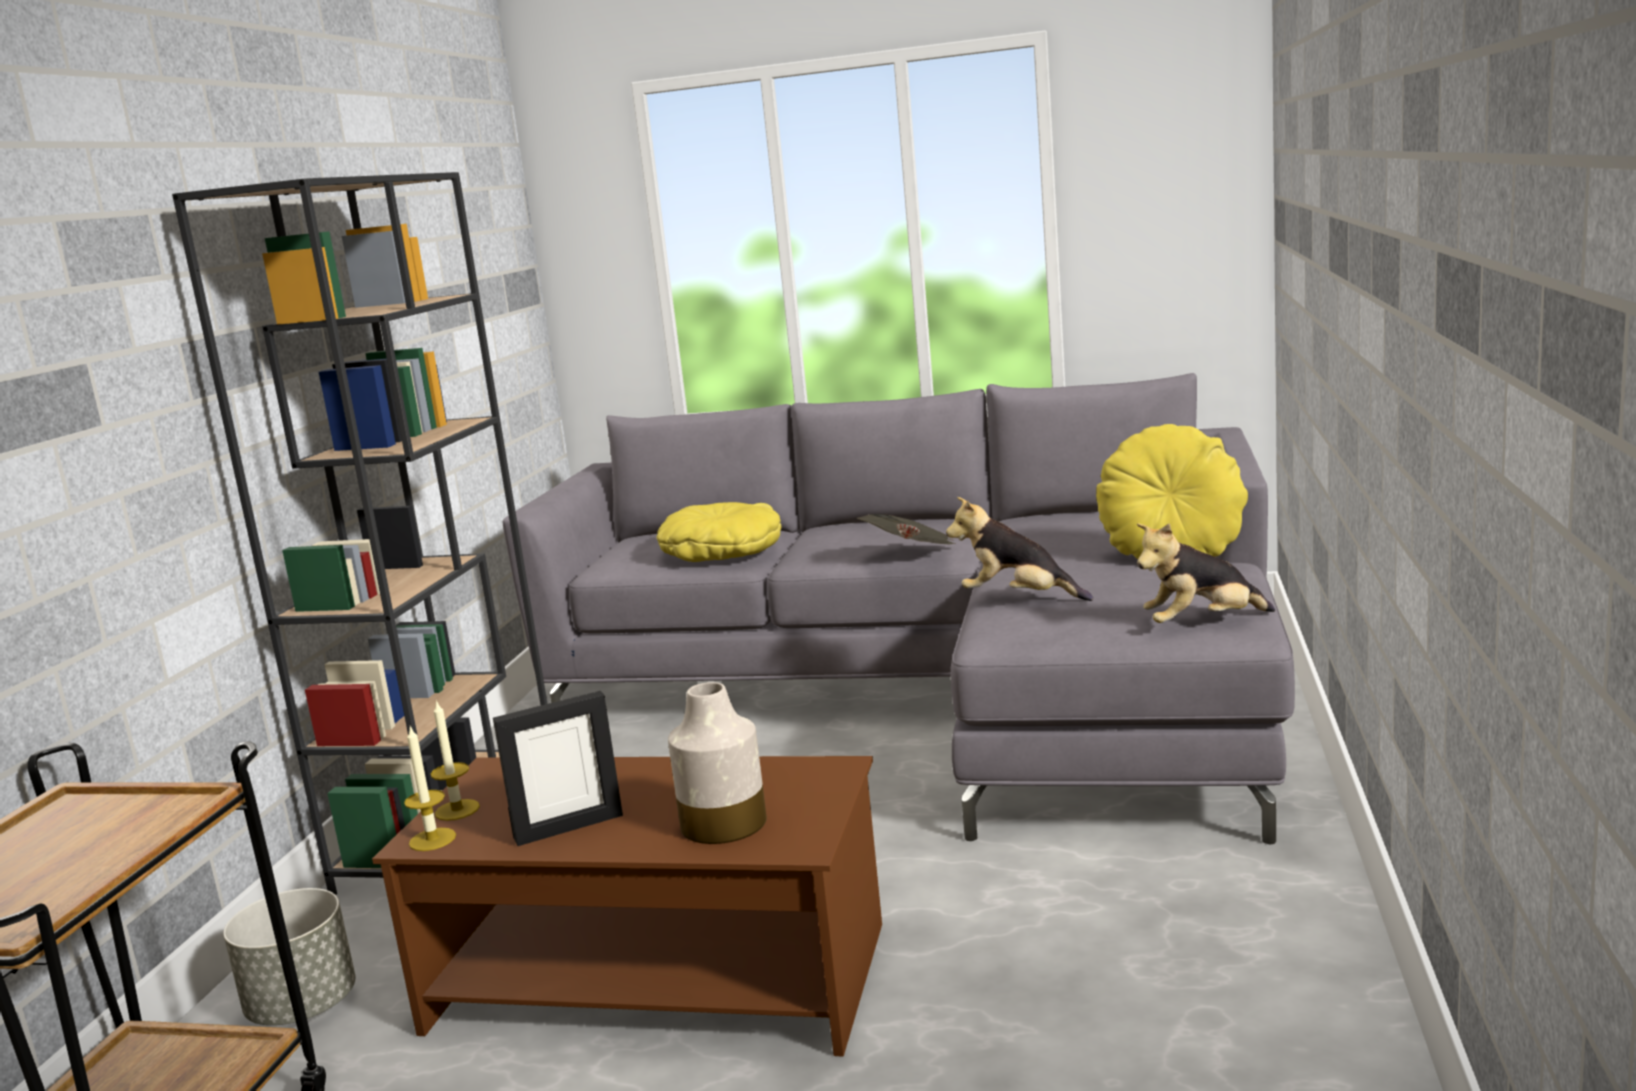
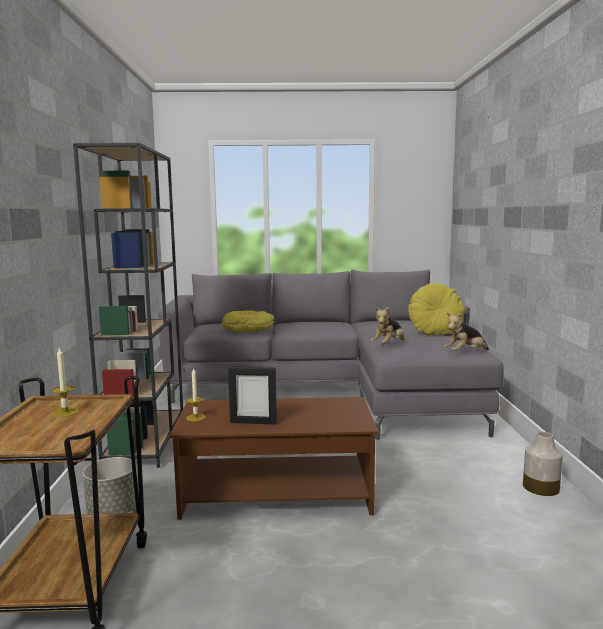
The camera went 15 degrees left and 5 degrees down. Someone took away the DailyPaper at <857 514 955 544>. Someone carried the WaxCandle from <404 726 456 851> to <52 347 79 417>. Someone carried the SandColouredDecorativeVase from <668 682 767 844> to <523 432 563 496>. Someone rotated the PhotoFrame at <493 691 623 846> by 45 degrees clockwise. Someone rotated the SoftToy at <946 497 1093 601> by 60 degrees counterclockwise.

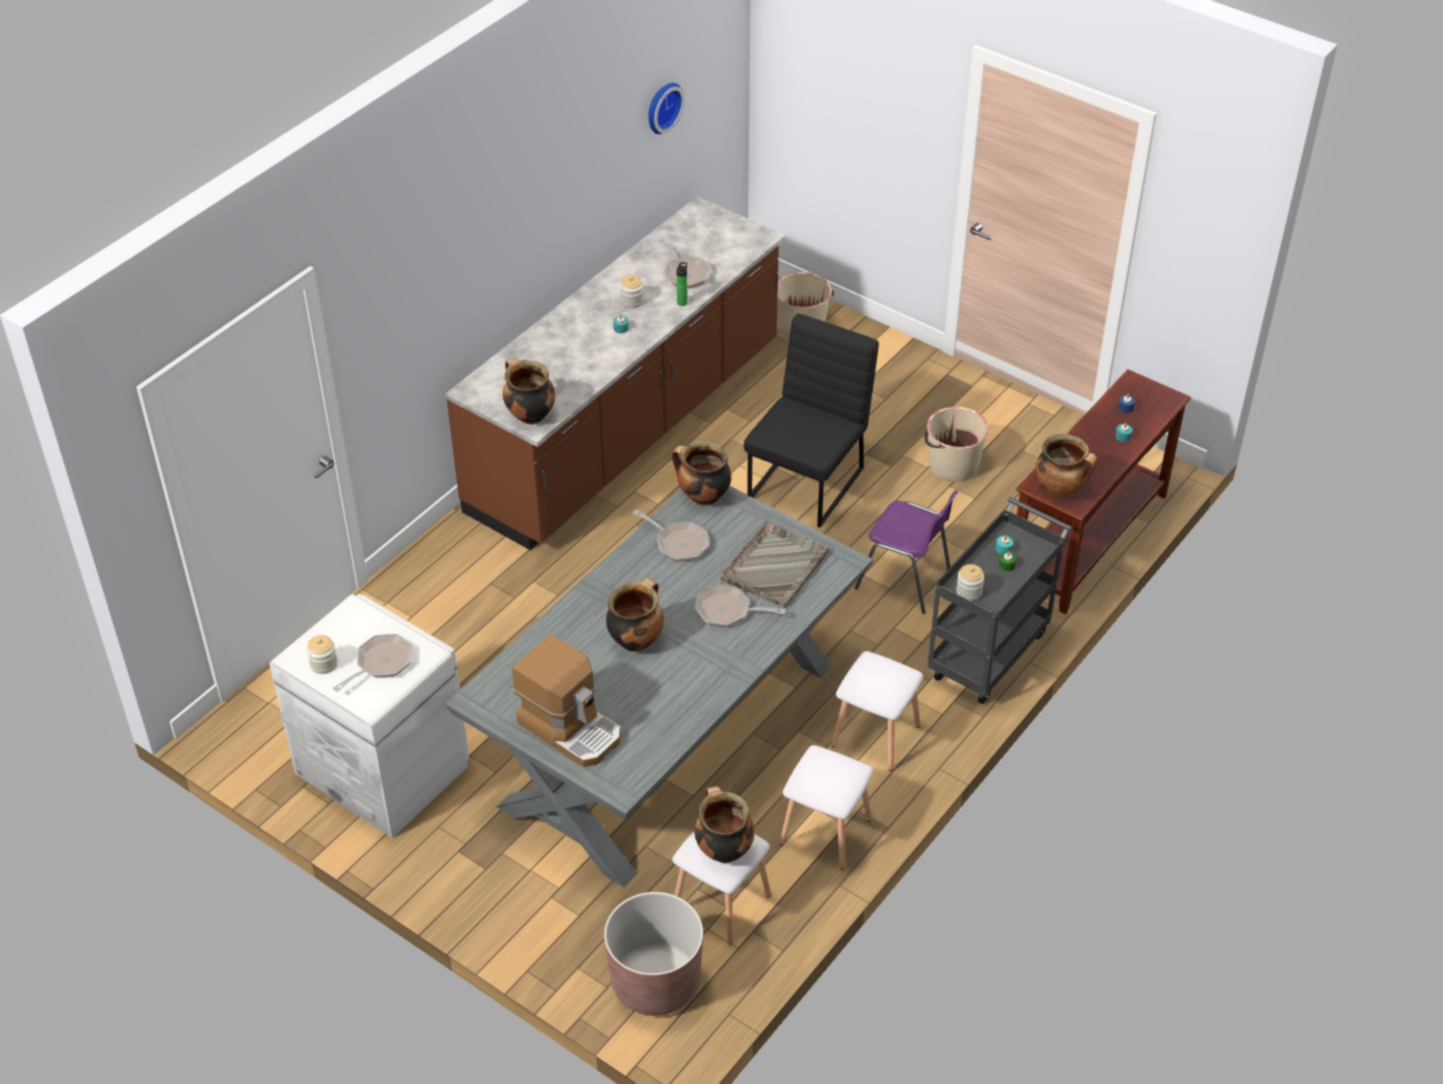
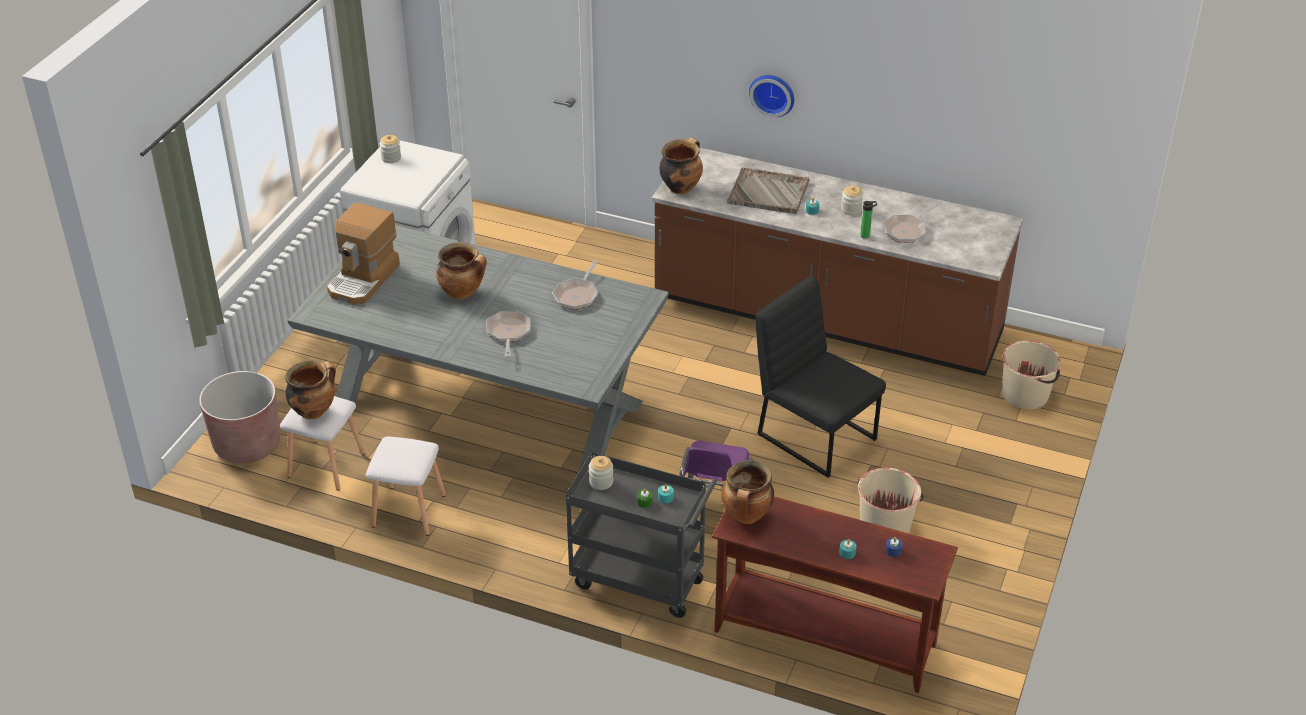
The camera went 75 degrees right and 5 degrees down. Someone took away the FryingPan at <333 634 412 692>. Someone took away the Saucepot at <671 441 732 505>. Someone took away the WhitishStoolSeat at <831 651 923 771>. Someone carried the HangingClock from <648 83 685 134> to <749 75 794 117>. Someone carried the GreyServingTray from <721 521 829 608> to <727 168 810 214>. Someone rotated the BlackChair at <744 314 879 527> by 150 degrees counterclockwise.

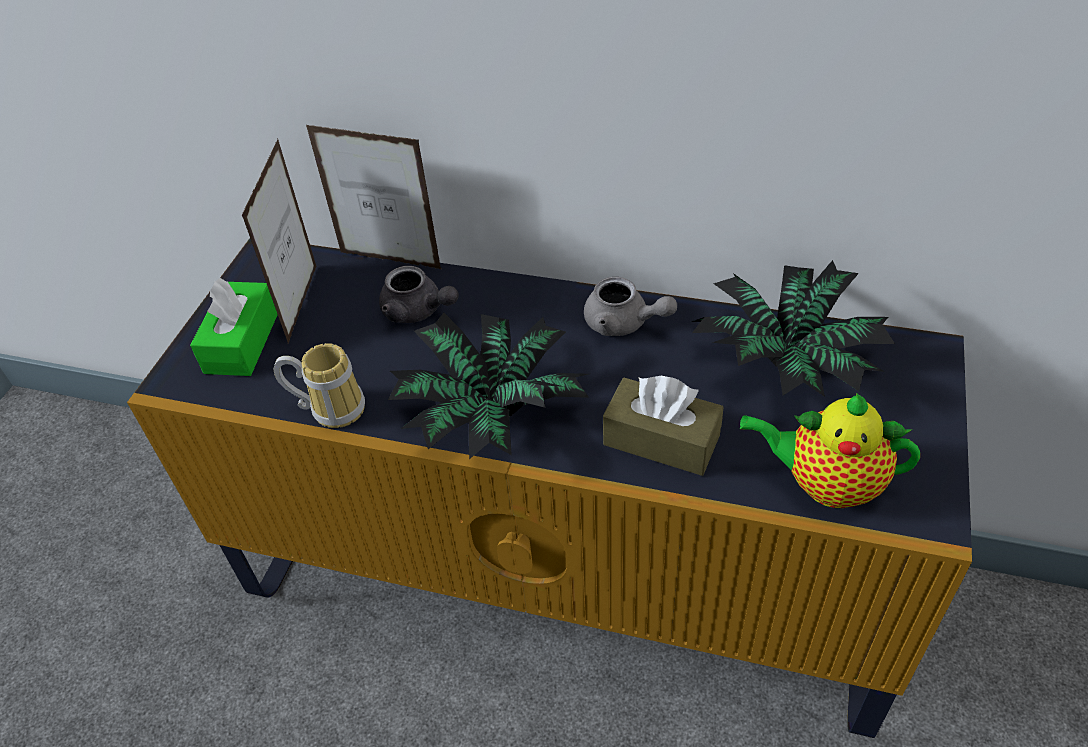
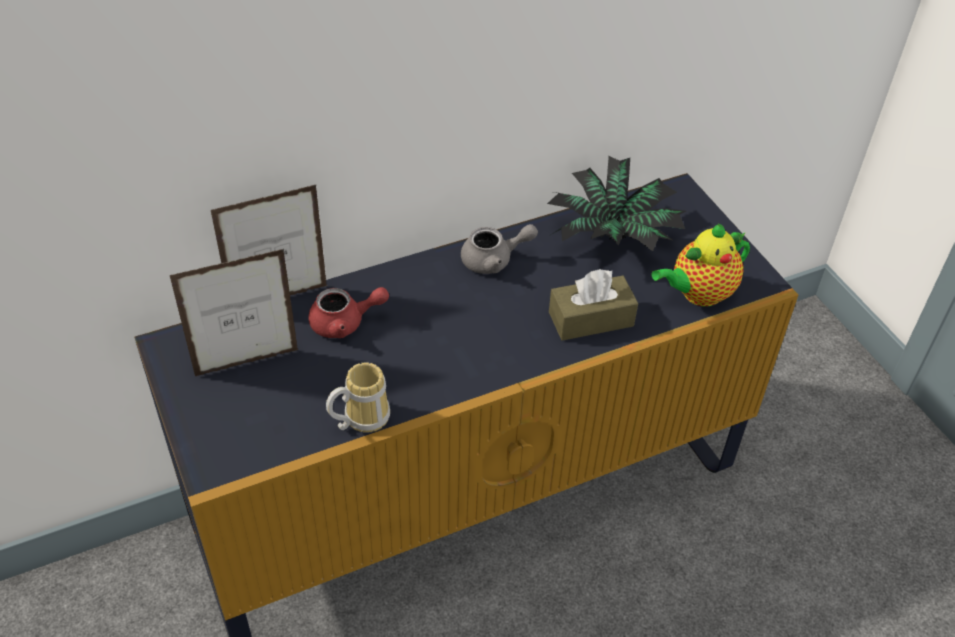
The camera went 45 degrees left and 0 degrees up. Someone took away the GreenishBoxOfTissues at <190 278 278 376>. Someone took away the PottedPlant at <388 313 589 459>. Someone repainted the GreyPotForTea at <379 266 459 323>, which became the ReddishPotForTea at <308 287 389 338>. Someone rotated the PhotoFrame at <242 139 316 343> by 75 degrees counterclockwise.

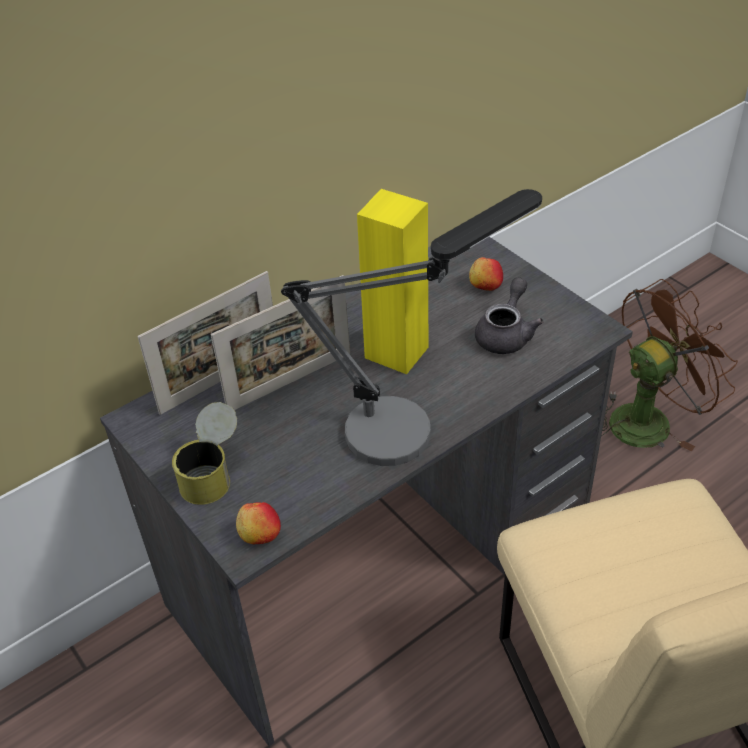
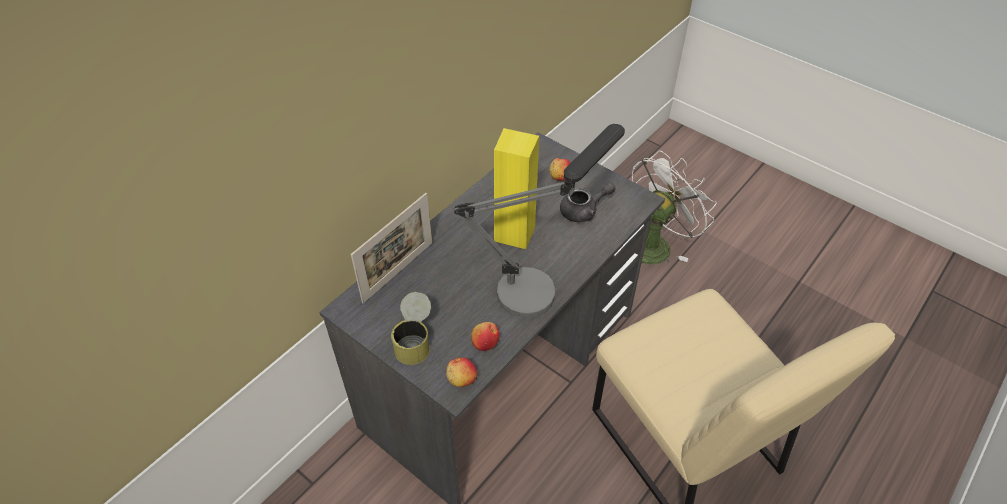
The camera went 15 degrees left and 5 degrees up. Someone took away the PhotoFrame at <211 275 350 410>. Someone put down the WholeApple at <471 322 499 351>. Someone repainted the BrownColouredElectricFan at <601 279 738 451>, which became the WhitishElectricFan at <632 151 717 264>. Someone rotated the GreyPotForTea at <475 277 544 354> by 60 degrees clockwise.

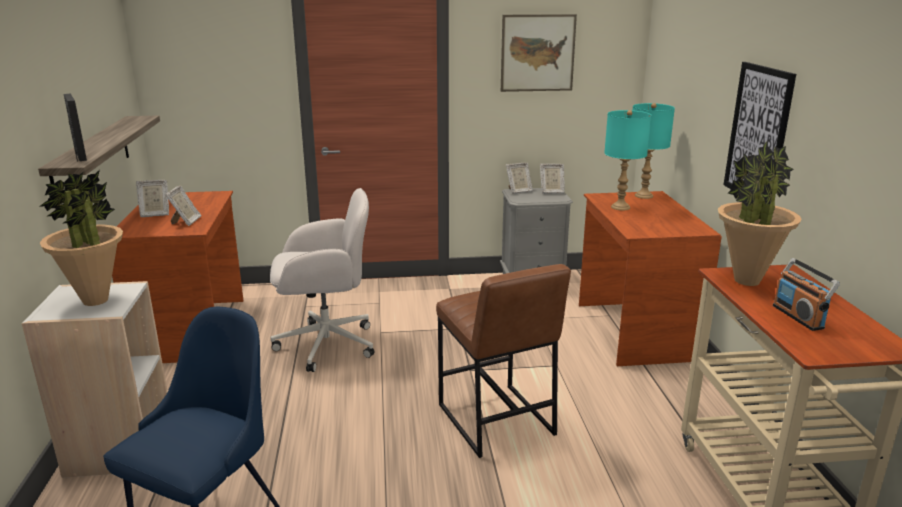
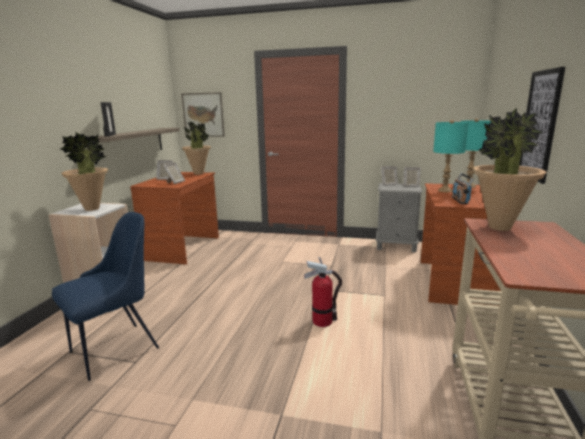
The camera went 20 degrees right and 5 degrees down. Someone took away the WhitishOfficeChair at <270 188 375 372>. Someone put down the PottedPlant at <182 120 211 175>. Someone carried the WallPicture from <501 14 577 92> to <181 92 225 137>. Someone carried the RadioSet from <773 258 840 331> to <452 173 474 204>. Someone swapped the BrownColouredChair at <436 264 571 458> for the Extinguisher at <304 257 342 327>.

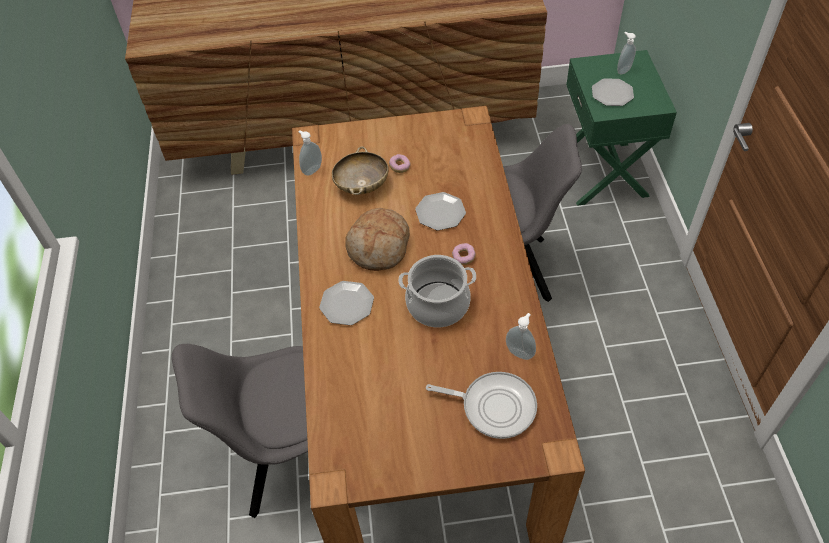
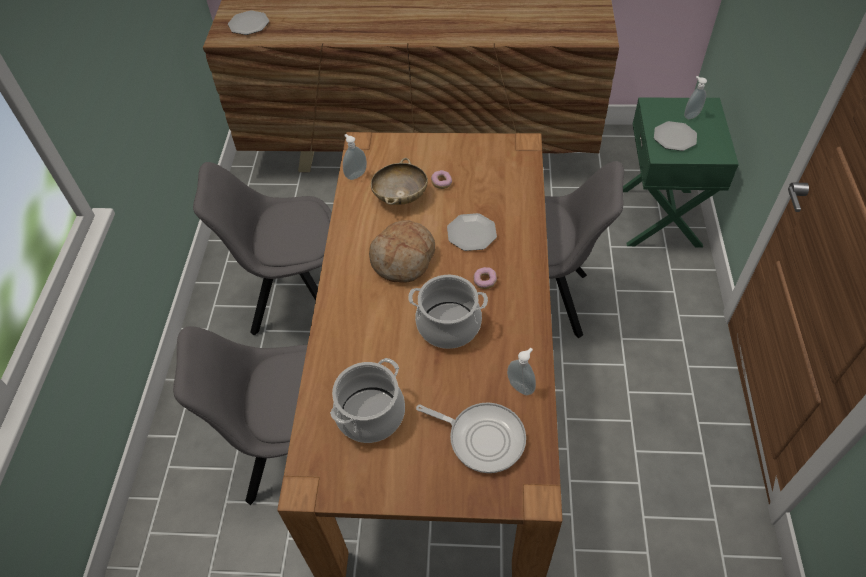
The camera went 10 degrees right and 0 degrees up. Someone put down the GreyChair at <193 162 332 336>. Someone put down the Saucepot at <330 358 405 443>. Someone carried the Plate from <319 281 374 325> to <228 10 269 35>.

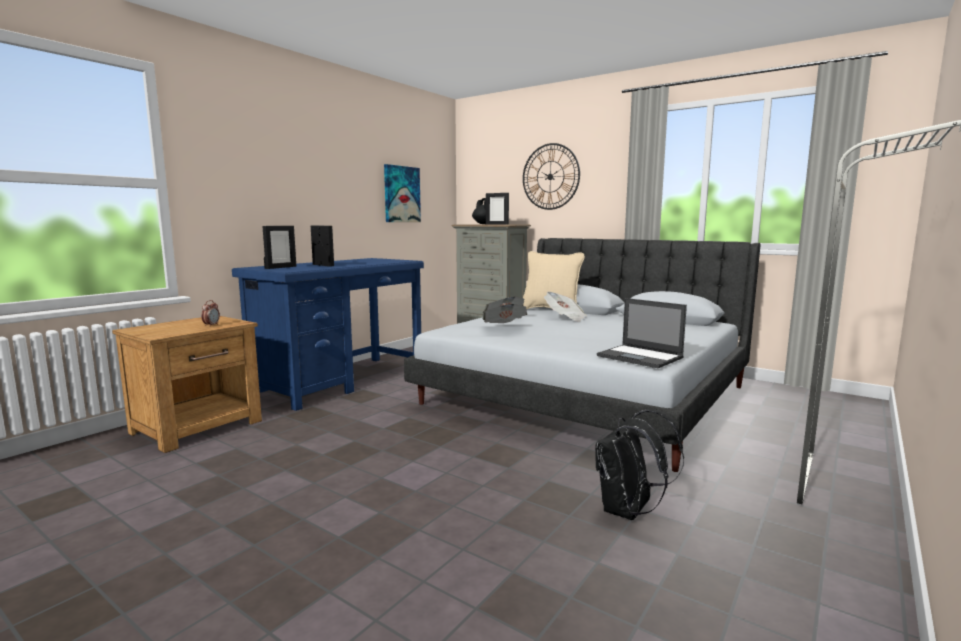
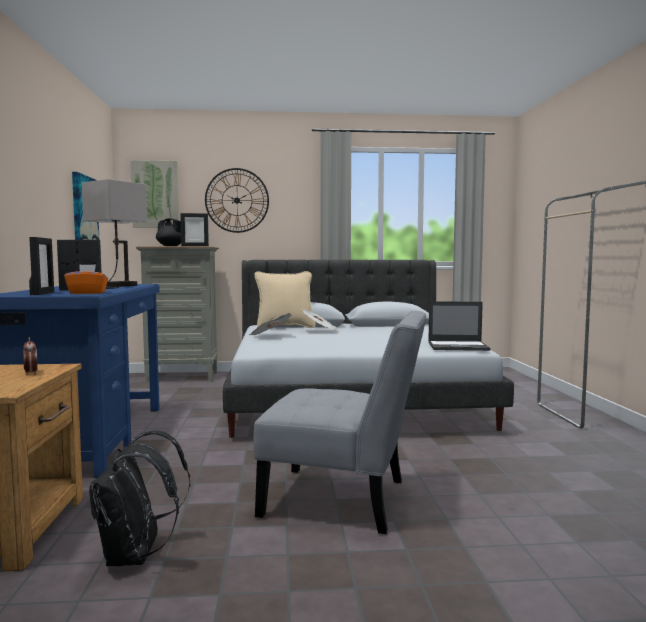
The camera went 40 degrees left and 5 degrees down. Someone took away the DailyPaper at <483 304 528 323>. Someone put down the OrangeColouredBoxOfTissues at <64 264 108 294>. Someone put down the TabletopLamp at <82 179 147 289>. Someone put up the WallPicture at <130 160 179 227>. Someone put down the GreyChair at <254 311 426 534>. Someone carried the BlackBackpack from <595 409 684 520> to <89 431 190 567>.

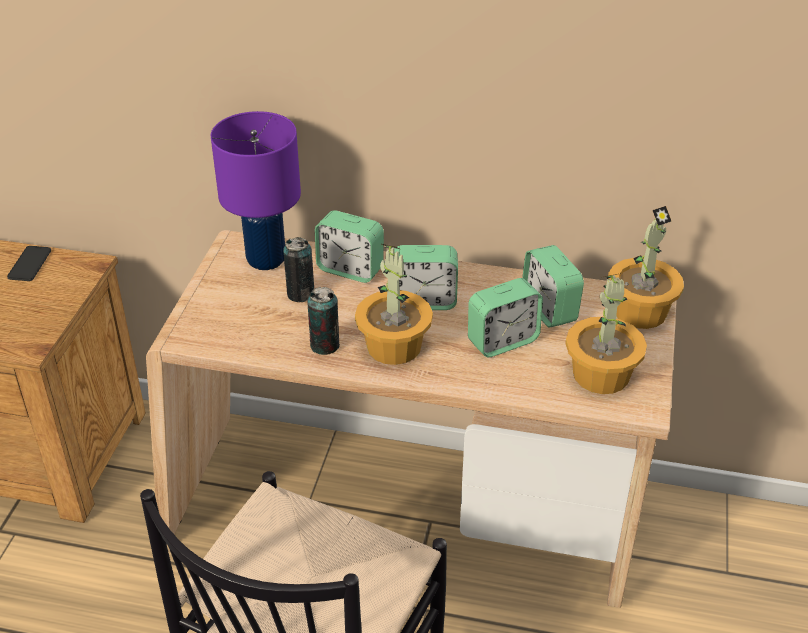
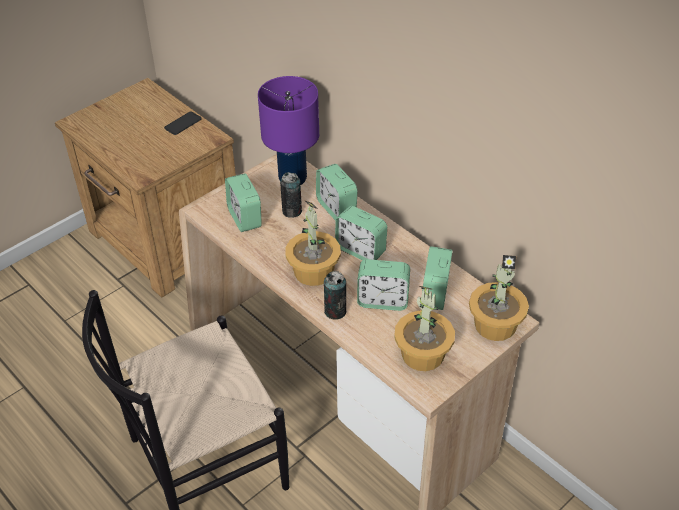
The camera went 35 degrees right and 5 degrees up. Someone put down the AlarmClock at <225 173 262 232>. Someone carried the Can from <307 287 340 355> to <324 271 346 320>.

